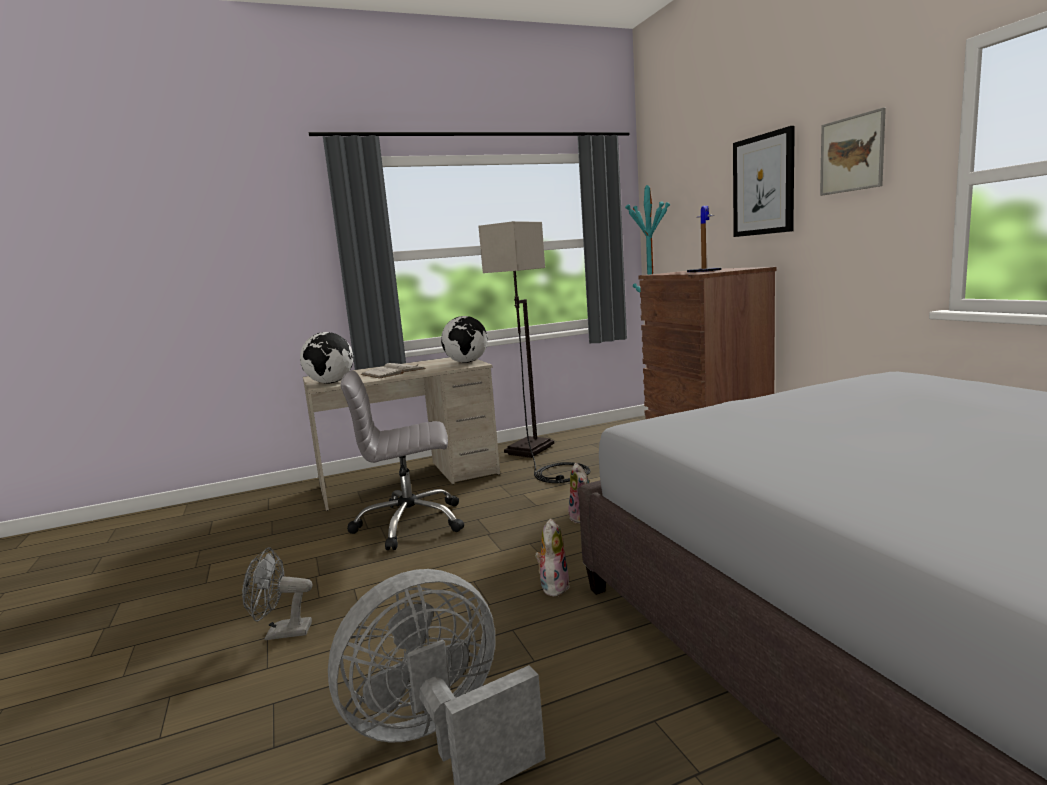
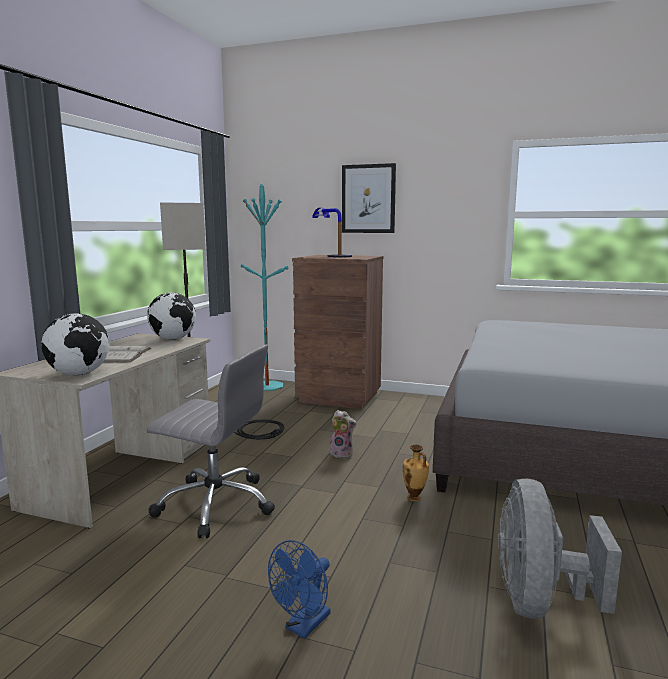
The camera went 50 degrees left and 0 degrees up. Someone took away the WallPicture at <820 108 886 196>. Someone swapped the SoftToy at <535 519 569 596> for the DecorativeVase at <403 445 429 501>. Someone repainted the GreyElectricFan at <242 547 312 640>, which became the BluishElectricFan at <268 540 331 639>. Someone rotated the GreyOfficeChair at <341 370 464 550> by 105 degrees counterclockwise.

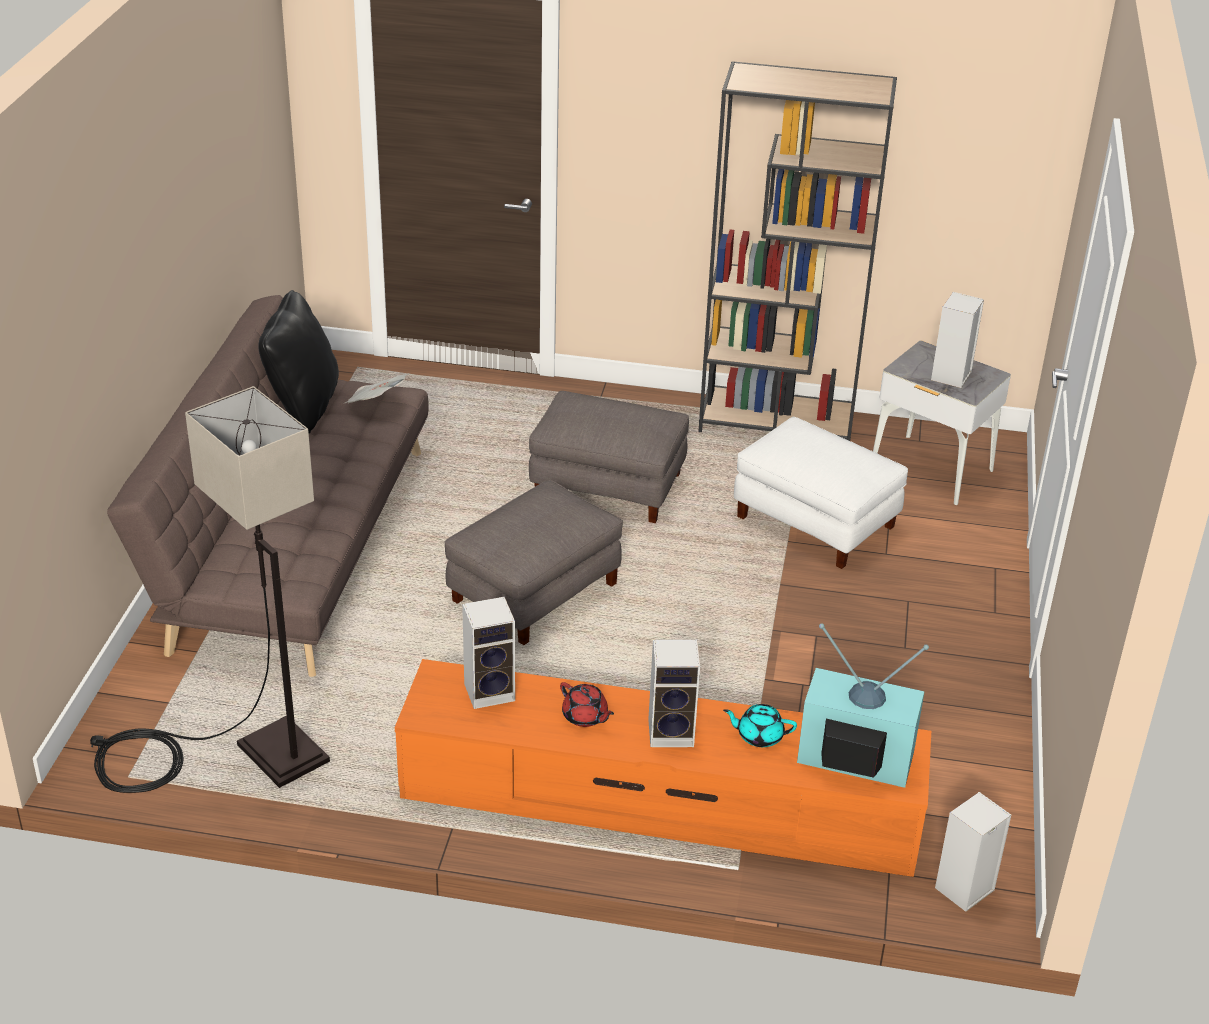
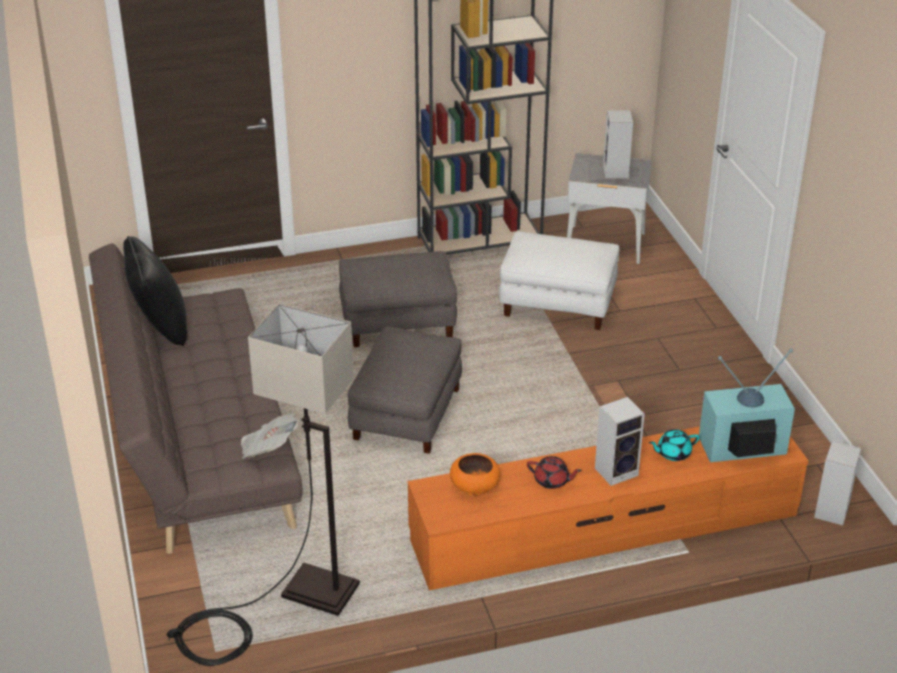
The camera went 25 degrees left and 0 degrees up. Someone carried the DailyPaper from <345 373 409 403> to <241 413 298 459>. Someone swapped the AudioSpeaker at <462 597 515 709> for the OrangeColouredServingBowl at <450 453 501 496>.

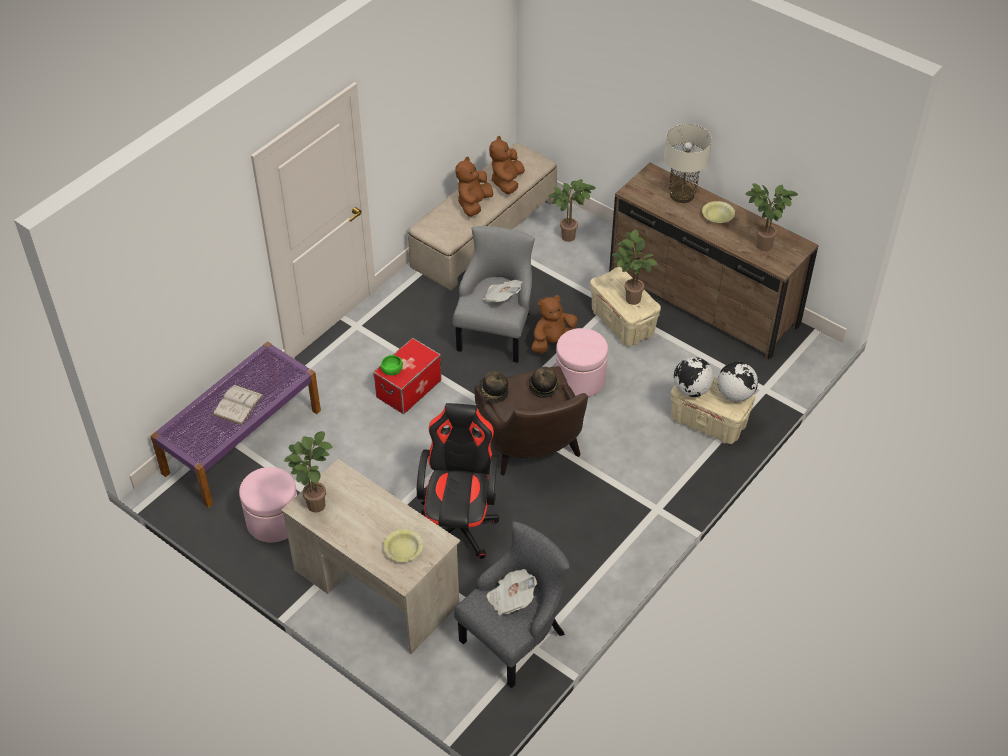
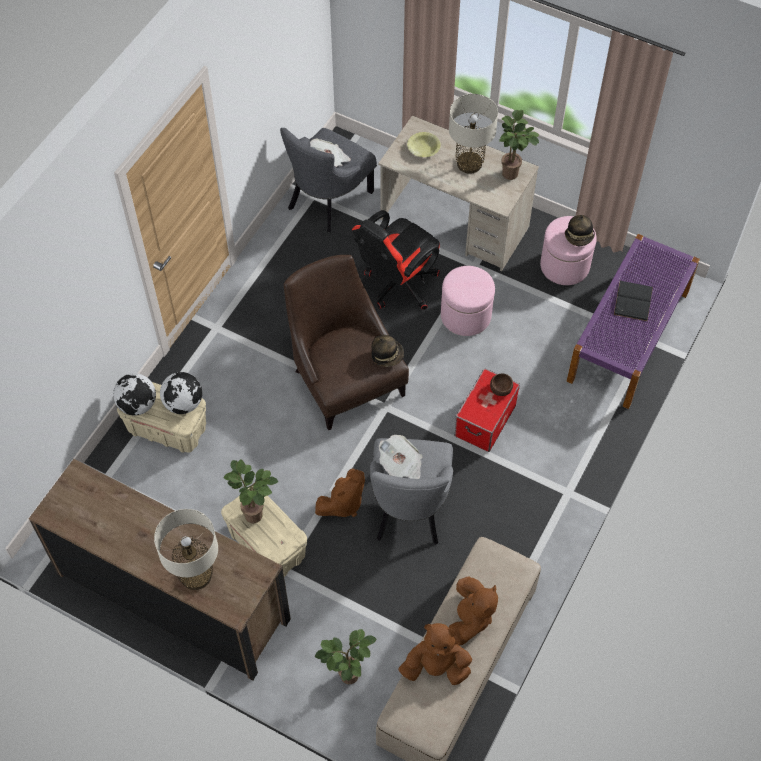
The camera went 170 degrees right and 10 degrees up. Someone took away the YellowServingBowl at <702 201 735 223>. Someone took away the PottedPlant at <745 183 798 251>. Someone put down the TabletopLamp at <449 94 498 174>. Someone carried the WearableHat from <529 367 559 398> to <565 215 595 246>. Someone carried the PinkColouredPouffe from <556 328 608 397> to <441 266 495 336>. Someone repainted the WhitishVolume at <212 384 264 425>, which became the BlackVolume at <614 281 653 321>. Someone repainted the GreenishServingBowl at <381 355 403 375>, which became the BrownColouredServingBowl at <490 374 513 396>. Someone rotated the BlackOfficeChair at <417 403 500 559> by 45 degrees clockwise. Someone rotated the BrownColouredSoftToy at <489 136 525 194> by 90 degrees counterclockwise.

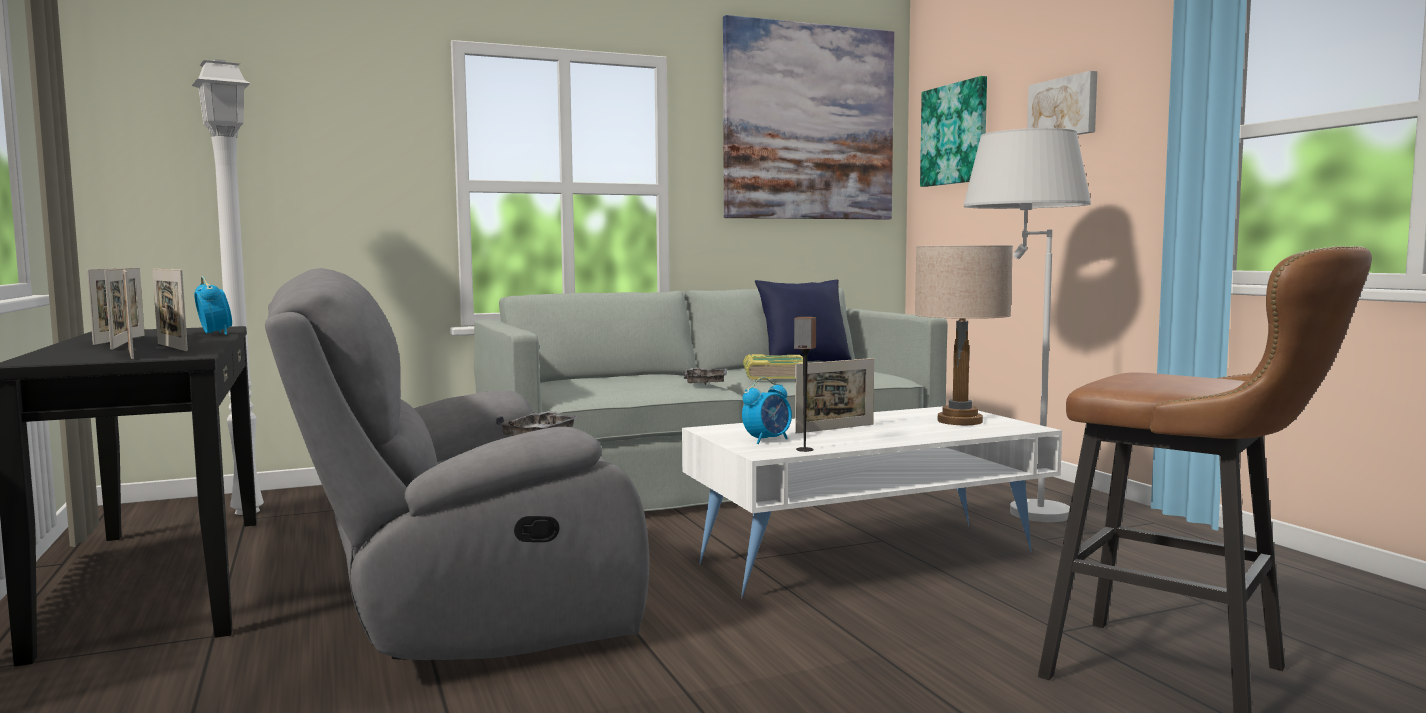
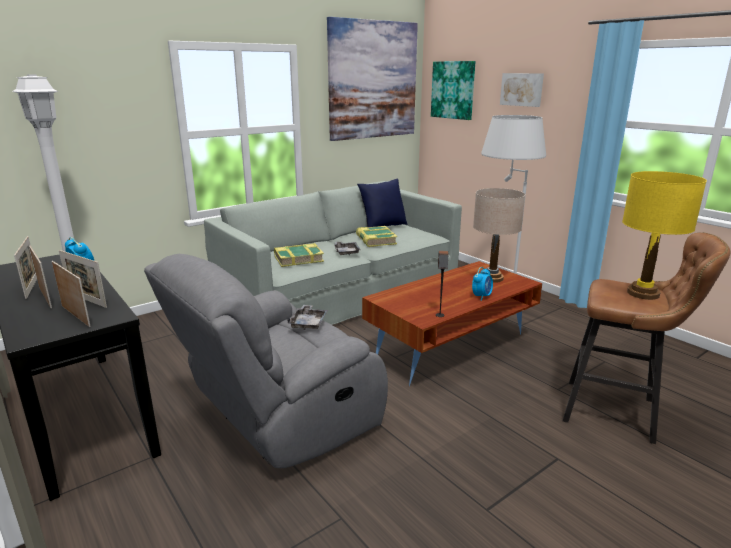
The camera went 15 degrees left and 15 degrees up. Someone took away the PhotoFrame at <795 358 874 434>. Someone put down the Volume at <274 243 324 267>. Someone put down the YellowTabletopLamp at <622 171 707 300>. Someone carried the AlarmClock from <742 377 792 444> to <472 267 493 301>. Someone repainted the WhitishLoungeTable at <682 406 1062 599>, which became the BrownColouredLoungeTable at <362 261 543 386>.

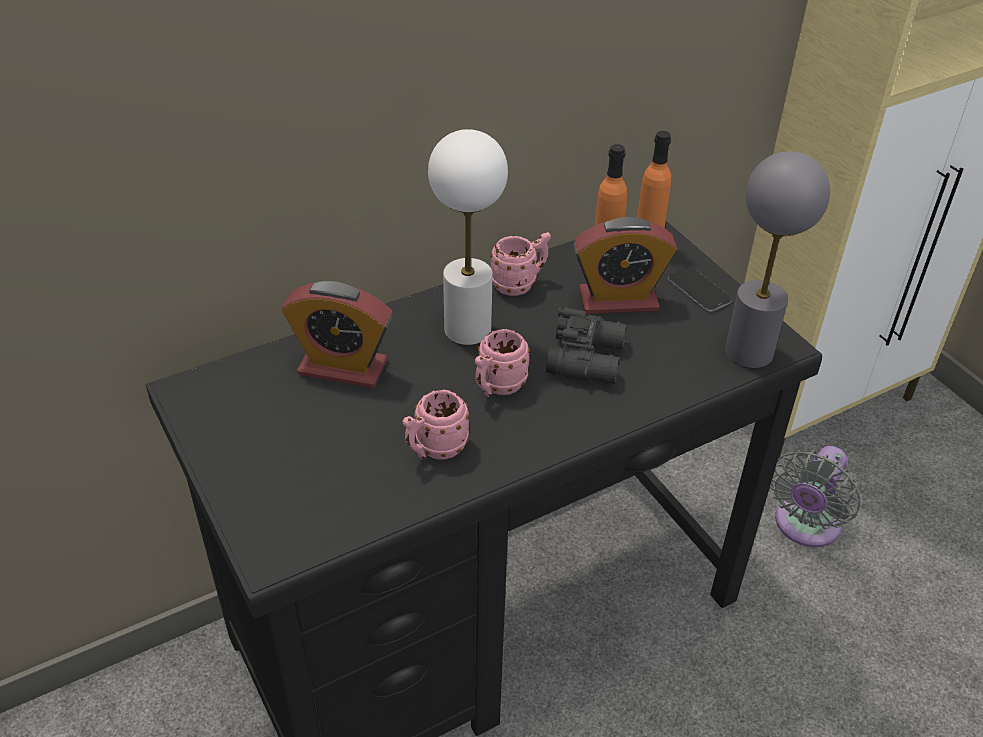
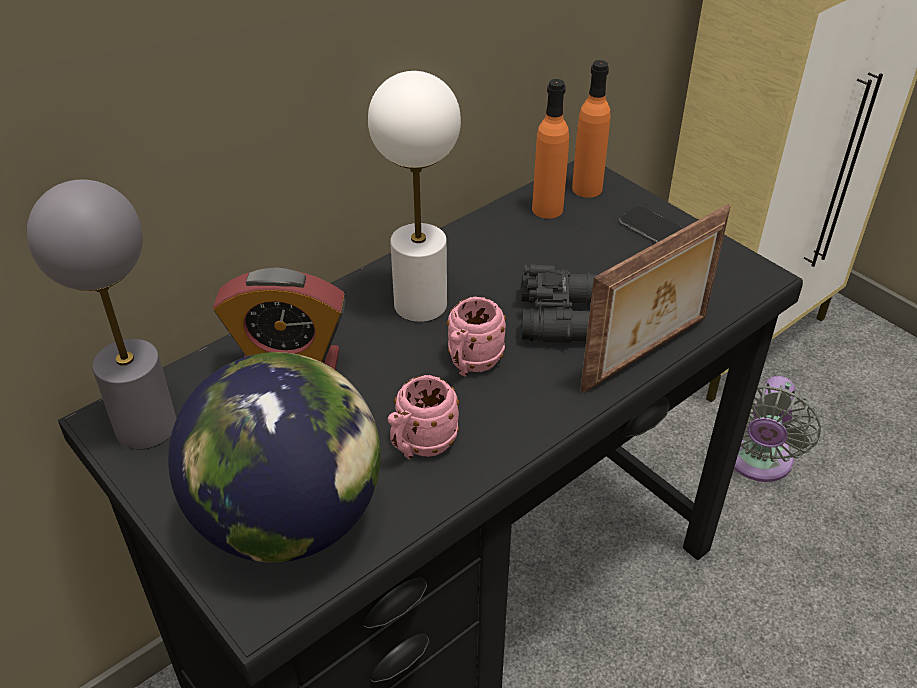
The camera went 10 degrees left and 0 degrees up. Someone took away the PinkColouredTeaMug at <490 232 551 296>. Someone took away the AlarmClock at <573 217 677 314>. Someone put down the DeskGlobe at <168 352 381 562>. Someone put down the PhotoFrame at <580 204 731 393>. Someone carried the GreyTabletopLamp from <725 151 830 368> to <27 180 177 449>.

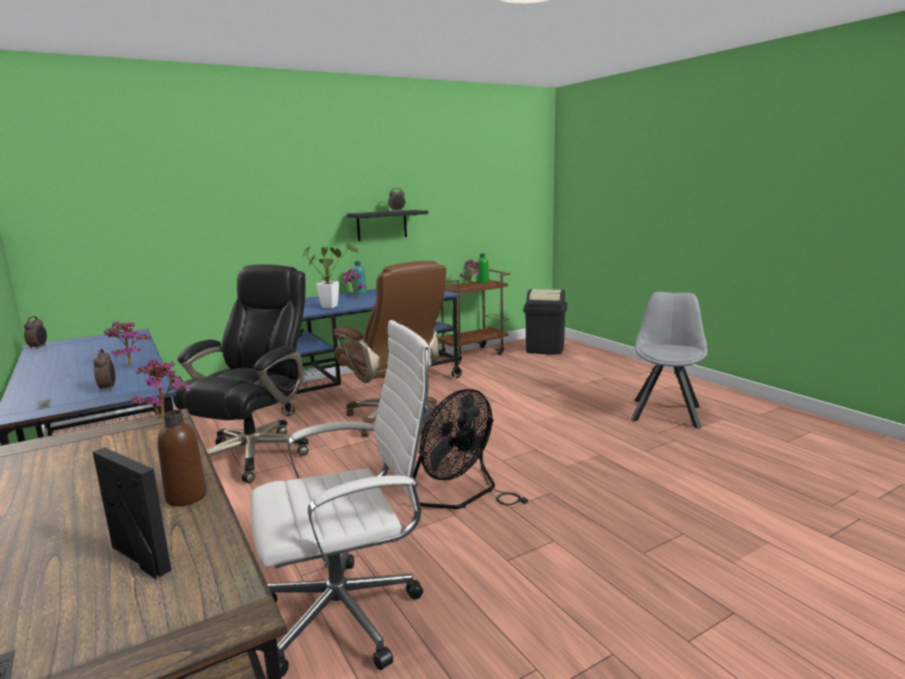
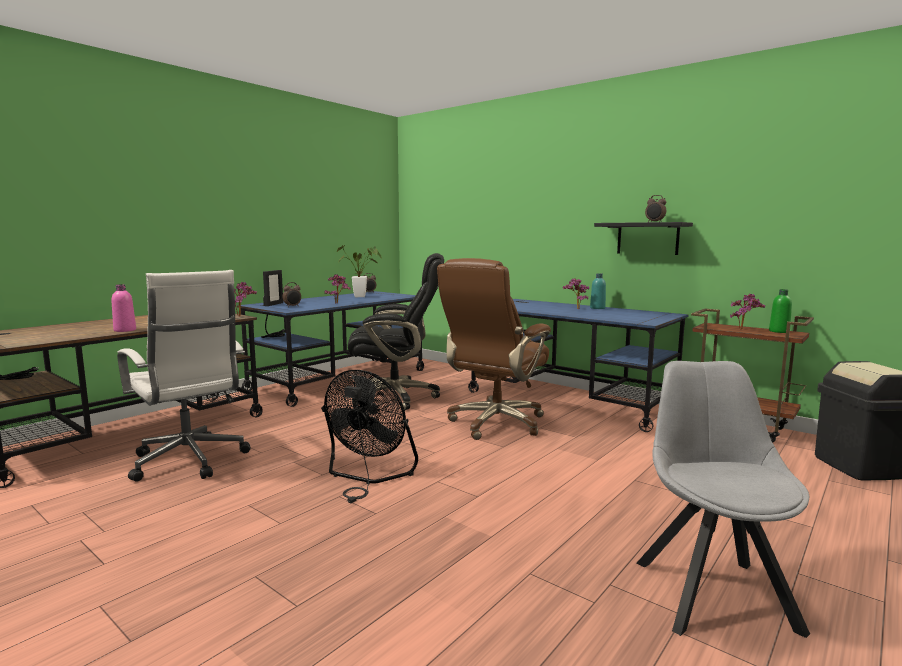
The camera went 70 degrees right and 5 degrees down. Someone carried the PhotoFrame from <93 447 171 579> to <263 270 283 306>. Someone carried the PottedPlant from <303 244 359 308> to <337 245 383 297>. Someone repainted the BrownColouredBottle at <158 410 207 506>, which became the PinkColouredBottle at <111 284 136 332>. Someone rotated the GreyChair at <631 292 708 428> by 90 degrees counterclockwise.

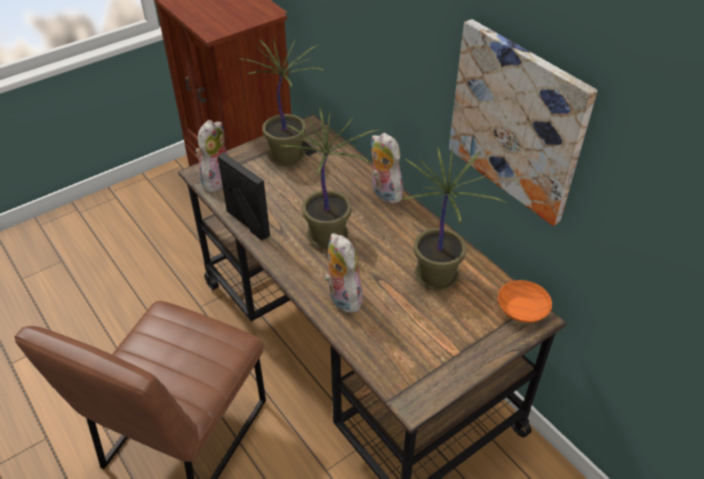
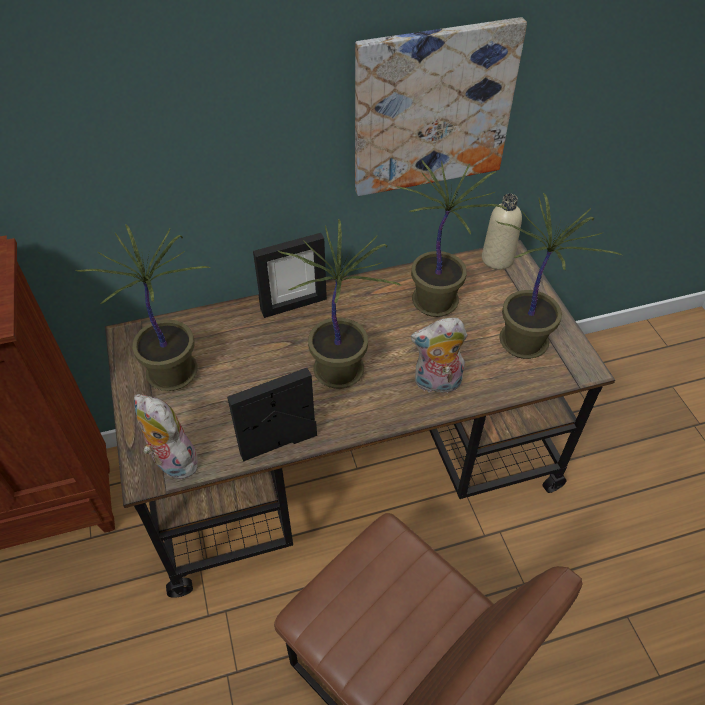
The camera went 70 degrees left and 5 degrees up. Someone put down the PottedPlant at <496 193 622 359>. Someone swapped the SoftToy at <371 133 403 204> for the PhotoFrame at <253 233 327 318>. Someone swapped the OrangeColouredServingBowl at <498 280 552 323> for the SandColouredBottle at <482 194 522 270>.

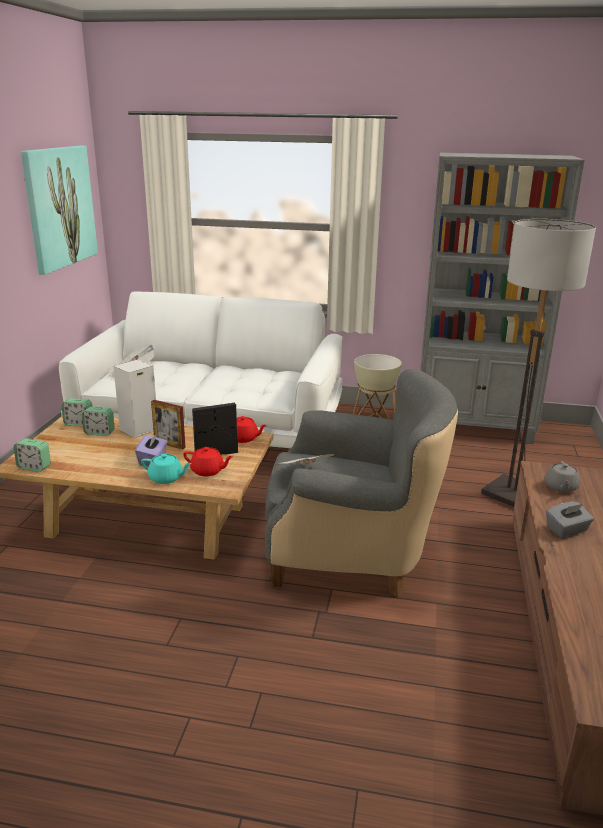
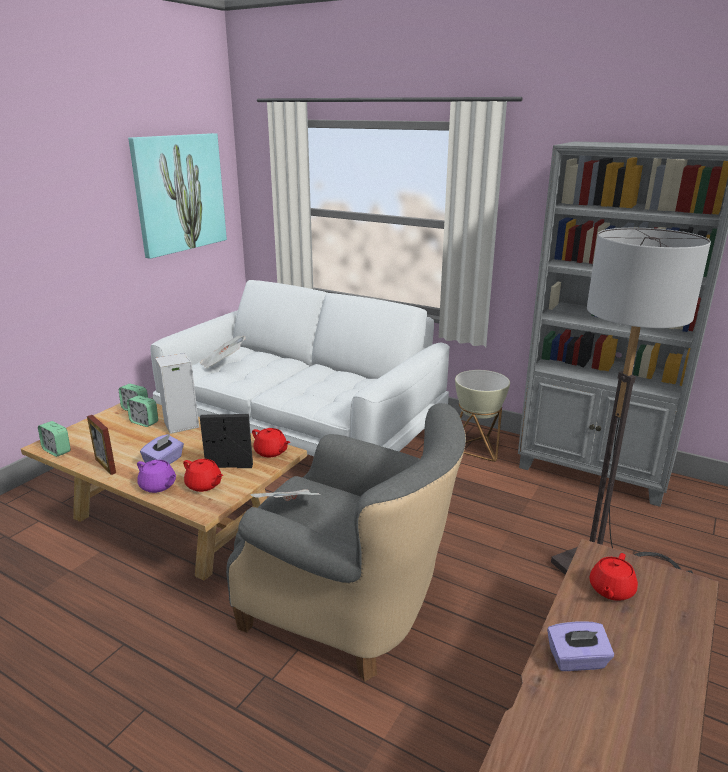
The camera went 20 degrees right and 0 degrees up. Someone carried the PhotoFrame from <151 400 186 450> to <87 415 116 475>. Someone repainted the BlueGreenPotForTea at <141 454 192 484>, which became the PurpleColouredPotForTea at <137 460 176 493>. Someone repainted the GreyPotForTea at <545 461 580 493>, which became the ReddishPotForTea at <589 553 638 601>. Someone repainted the GreyBoxOfTissues at <546 502 594 538>, which became the PurpleColouredBoxOfTissues at <547 621 614 671>.

